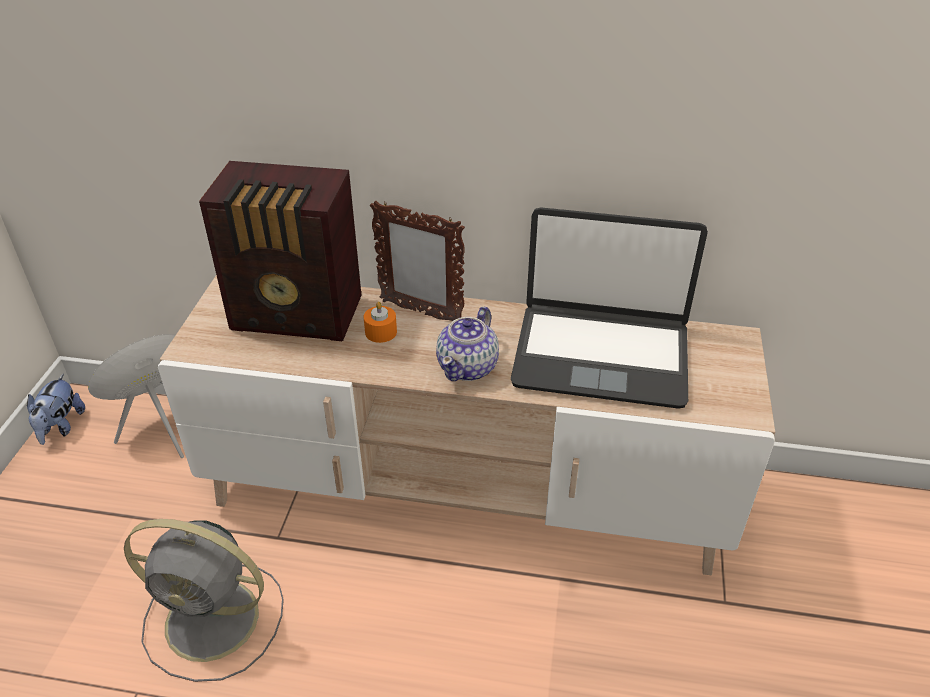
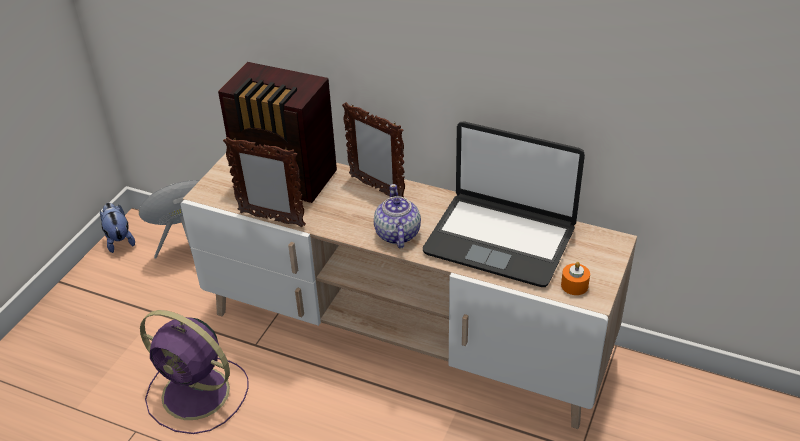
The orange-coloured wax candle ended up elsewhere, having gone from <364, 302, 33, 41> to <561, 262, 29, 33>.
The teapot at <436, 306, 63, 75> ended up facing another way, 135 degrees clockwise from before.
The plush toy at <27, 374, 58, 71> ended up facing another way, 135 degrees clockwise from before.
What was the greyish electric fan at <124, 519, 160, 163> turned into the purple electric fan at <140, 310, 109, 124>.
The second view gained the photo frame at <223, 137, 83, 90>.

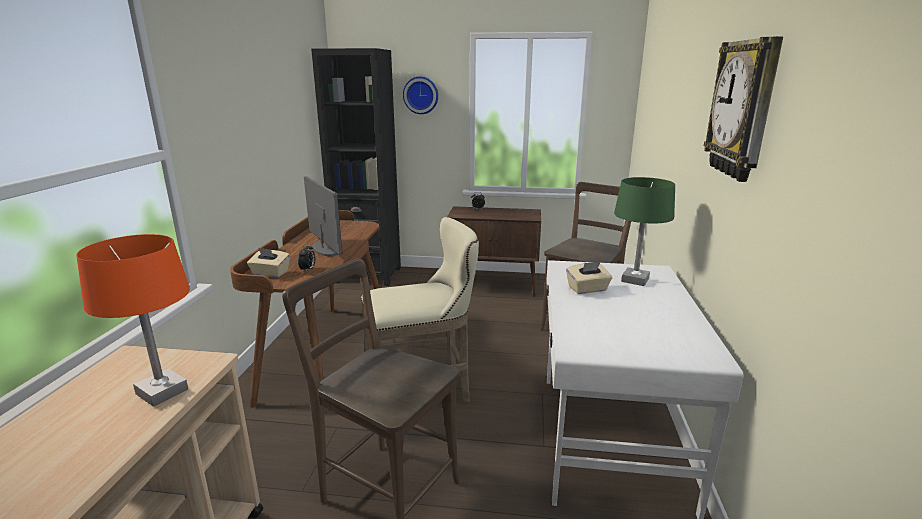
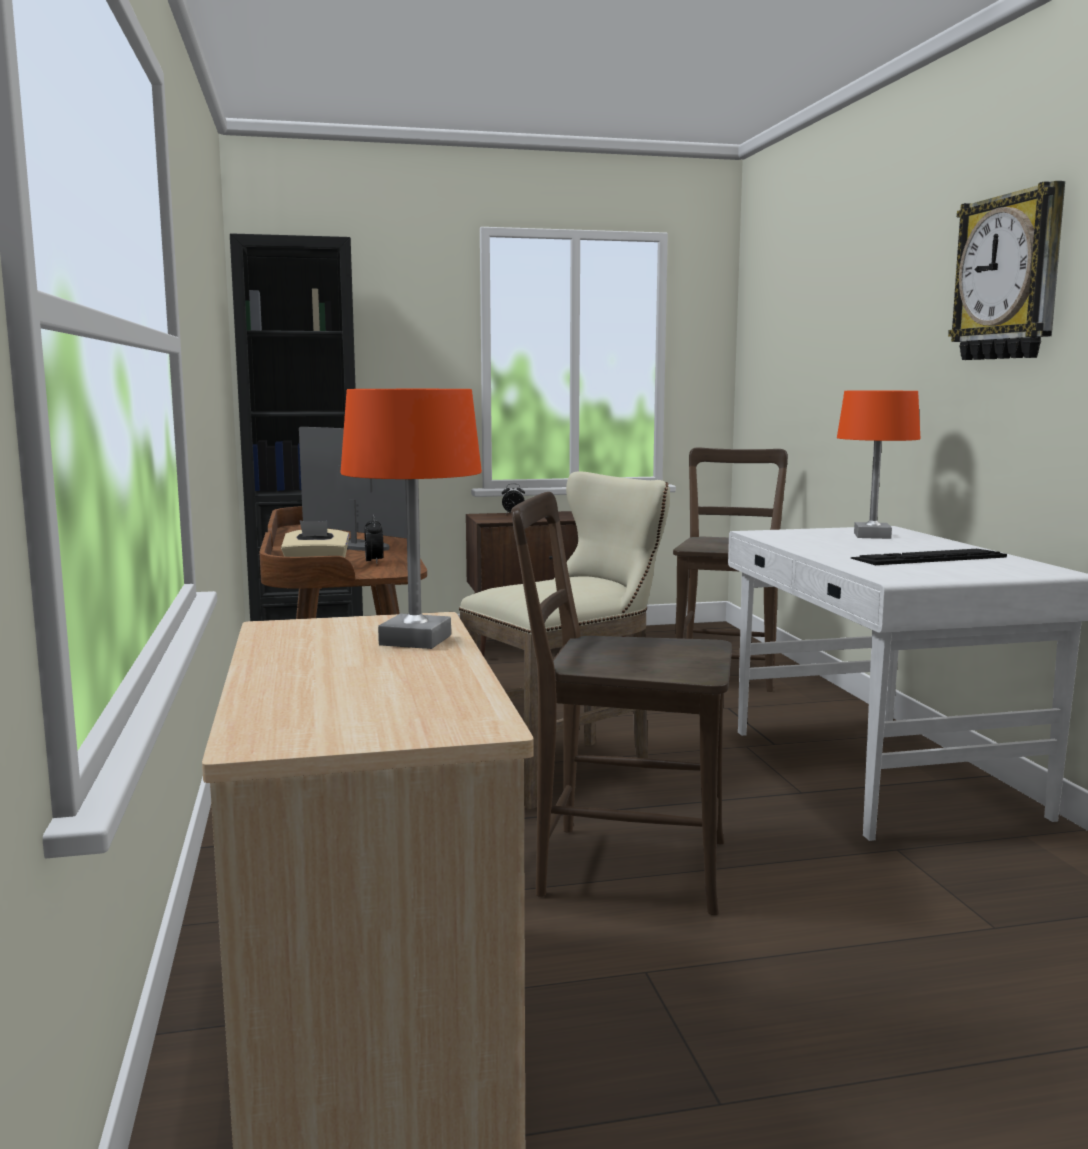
The second view lost the wall clock at <403, 77, 35, 37>.
What was the greenish tabletop lamp at <614, 177, 61, 109> turned into the orange-coloured tabletop lamp at <837, 391, 84, 148>.
The second view lost the beige box of tissues at <566, 262, 46, 32>.
The second view gained the keyboard at <851, 549, 156, 16>.

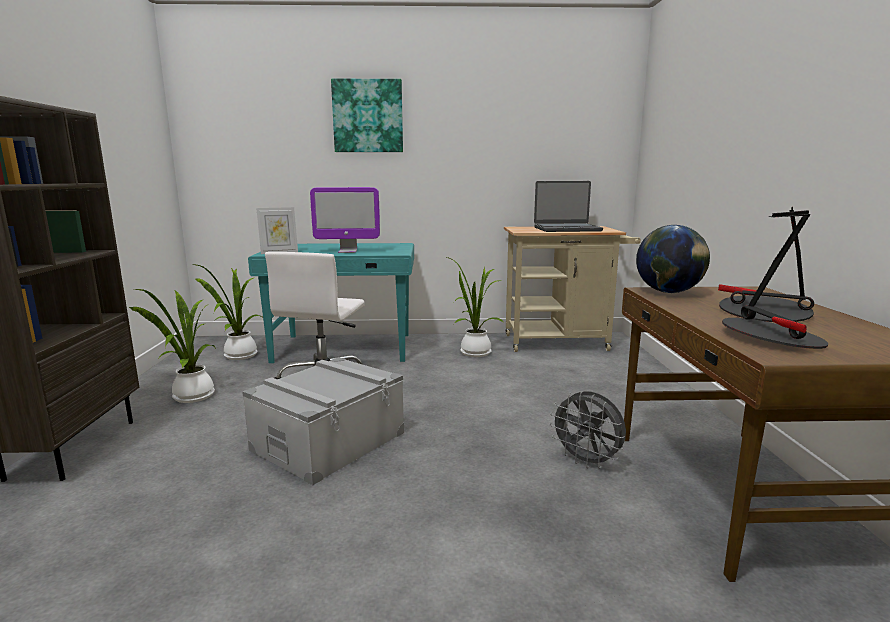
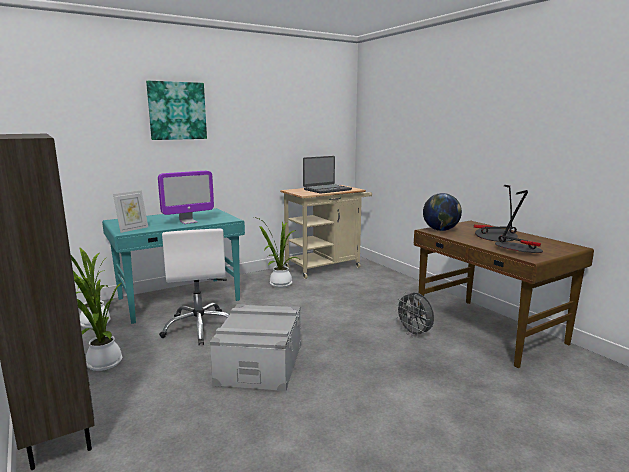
The greyish electric fan at <549, 391, 77, 78> ended up facing another way, 45 degrees clockwise from before.

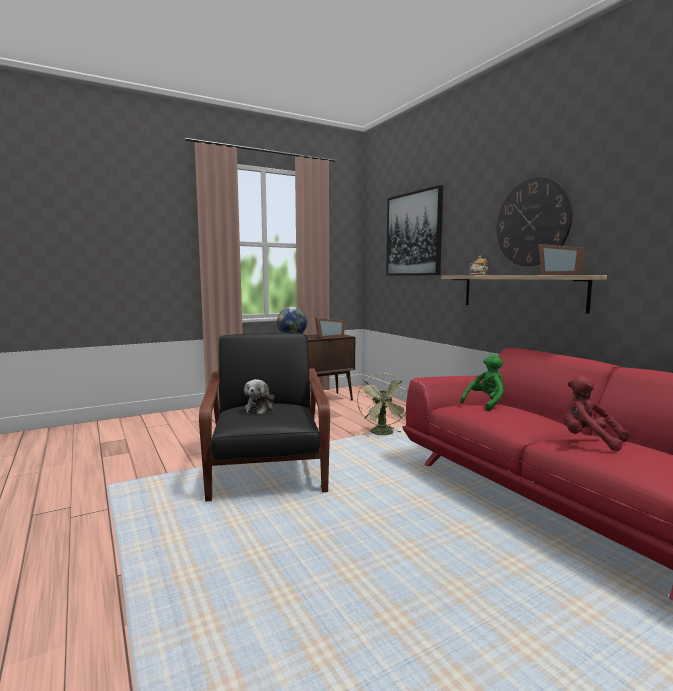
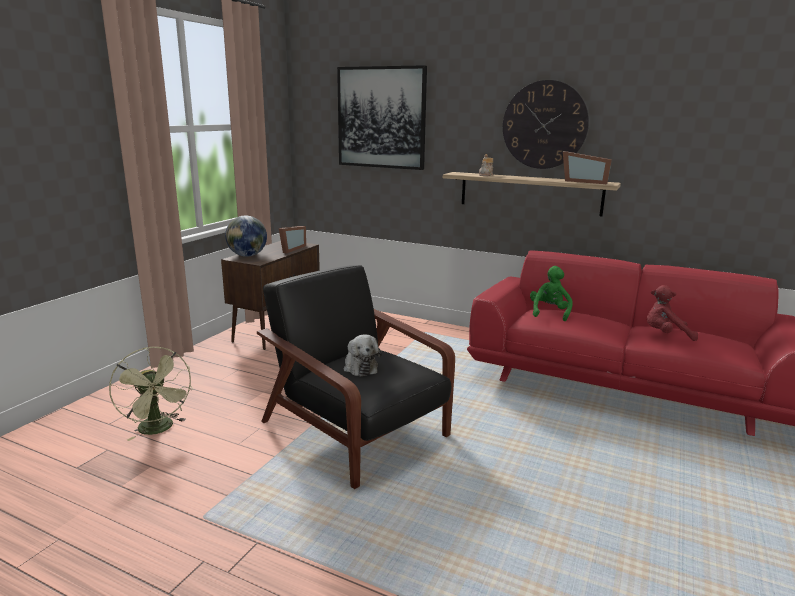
The greenish electric fan ended up elsewhere, having gone from <357, 373, 51, 62> to <109, 347, 84, 94>.

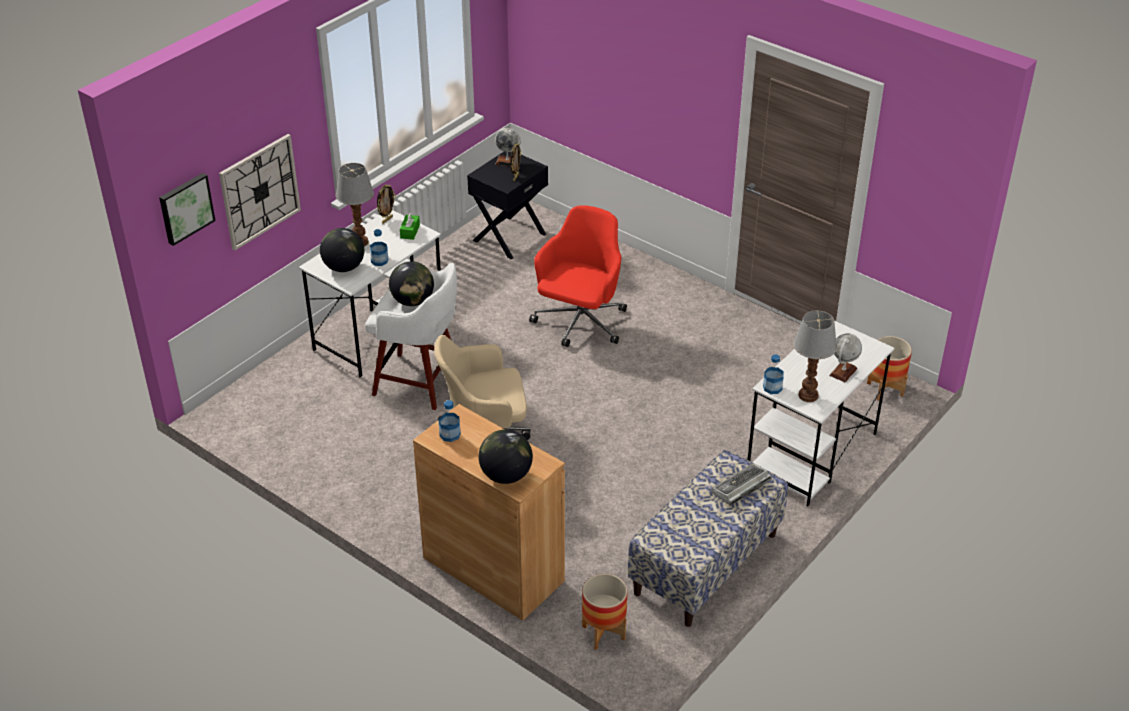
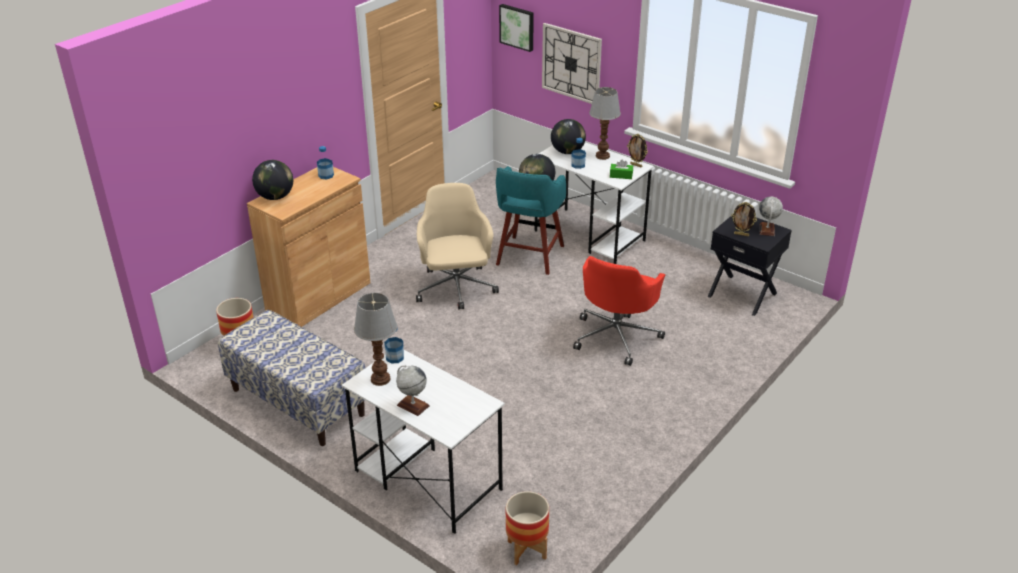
The red-coloured office chair at <529, 205, 98, 142> ended up facing another way, 90 degrees clockwise from before.
What was the whitish stool seat at <365, 263, 92, 147> turned into the turquoise stool seat at <496, 166, 70, 109>.
The second view lost the keyboard at <712, 463, 60, 43>.

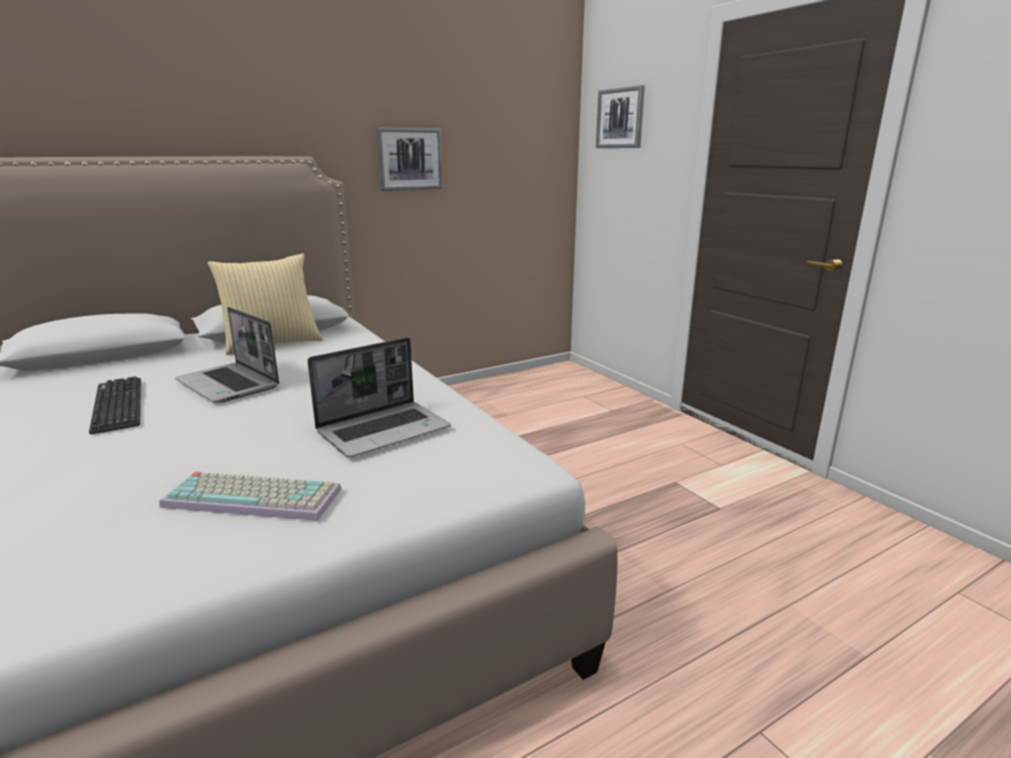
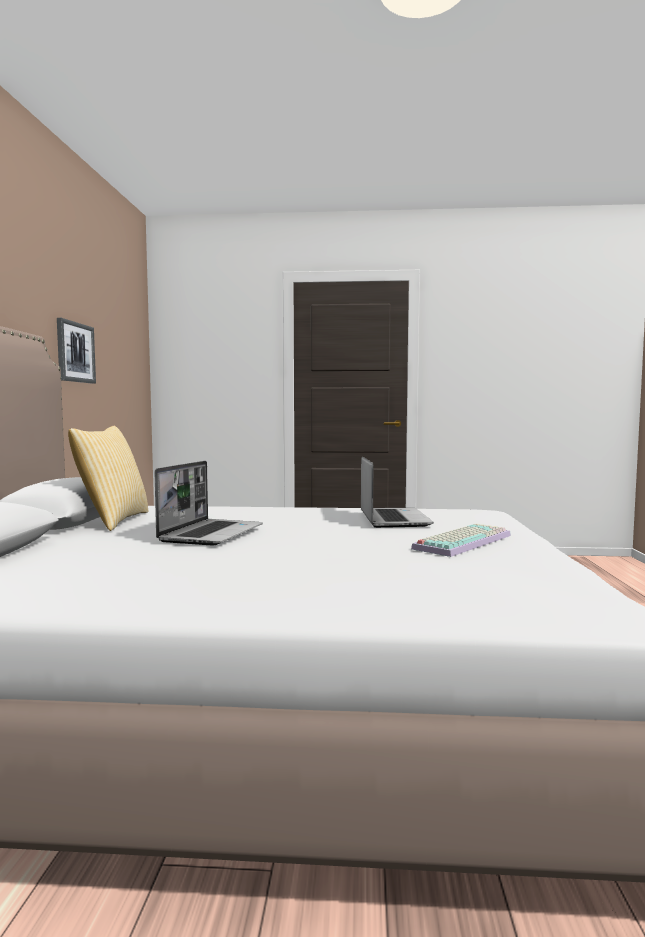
The second view lost the wall art at <596, 85, 49, 63>.
The notebook computer at <175, 307, 104, 96> ended up facing another way, 60 degrees counterclockwise from before.
The second view lost the keyboard at <89, 376, 52, 58>.

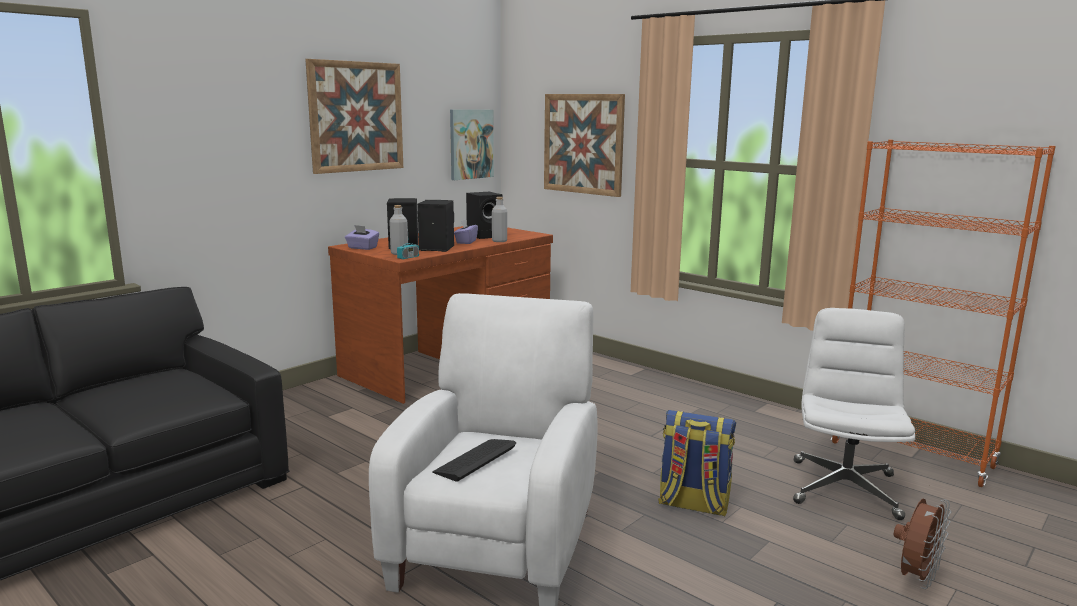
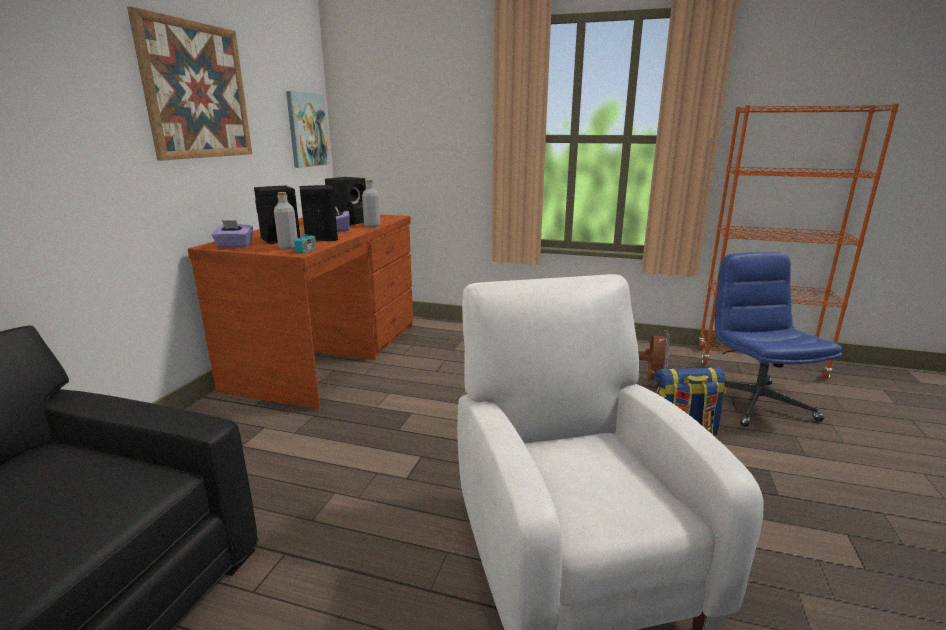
The second view lost the wall art at <544, 94, 81, 103>.
What was the whitish office chair at <793, 308, 122, 212> turned into the bluish office chair at <715, 252, 127, 175>.
The second view lost the keyboard at <432, 439, 84, 43>.
The brown-coloured electric fan ended up elsewhere, having gone from <894, 498, 57, 91> to <639, 330, 31, 52>.

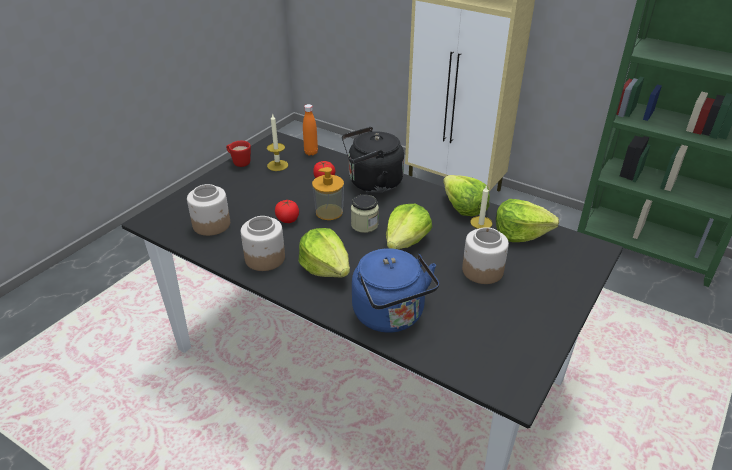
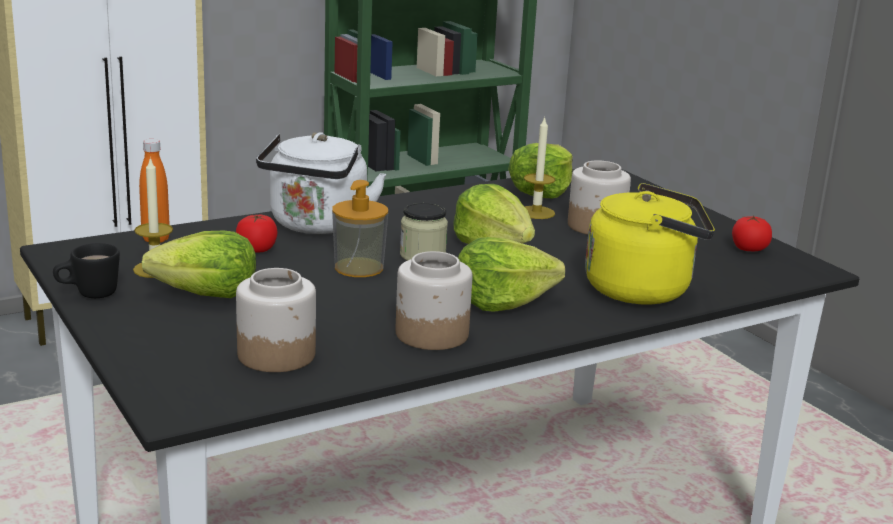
What was the black-coloured tea kettle at <342, 127, 62, 66> turned into the whitish tea kettle at <256, 132, 130, 102>.
What was the red-coloured tea mug at <226, 141, 25, 26> turned into the black-coloured tea mug at <53, 243, 67, 55>.
The head of lettuce ended up elsewhere, having gone from <443, 175, 47, 41> to <142, 231, 114, 67>.
The tomato ended up elsewhere, having gone from <275, 199, 24, 24> to <732, 216, 40, 35>.
What was the bluish tea kettle at <352, 248, 87, 85> turned into the yellow-coloured tea kettle at <585, 183, 130, 121>.

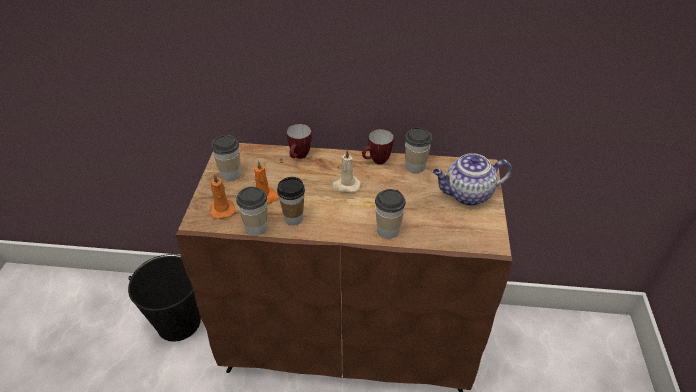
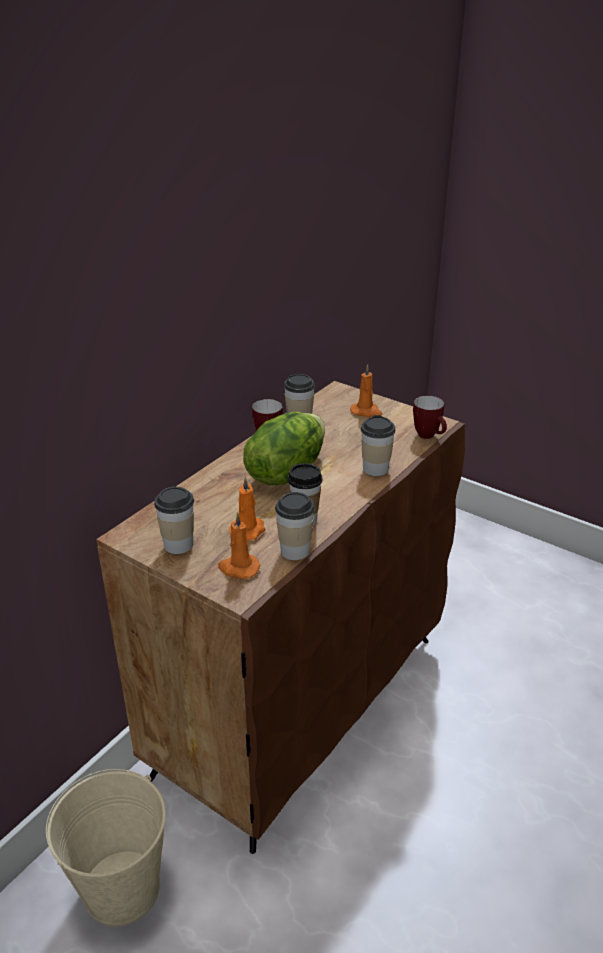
The tea mug ended up elsewhere, having gone from <287, 124, 25, 35> to <413, 396, 34, 43>.
Where the beige wax candle stood at <332, 149, 29, 44>, the head of lettuce came to stand at <243, 412, 82, 73>.
Where the teapot stood at <433, 153, 79, 53>, the orange-coloured wax candle came to stand at <350, 364, 32, 53>.
What was the black-coloured bucket at <128, 254, 73, 87> turned into the beige bucket at <46, 769, 120, 158>.

